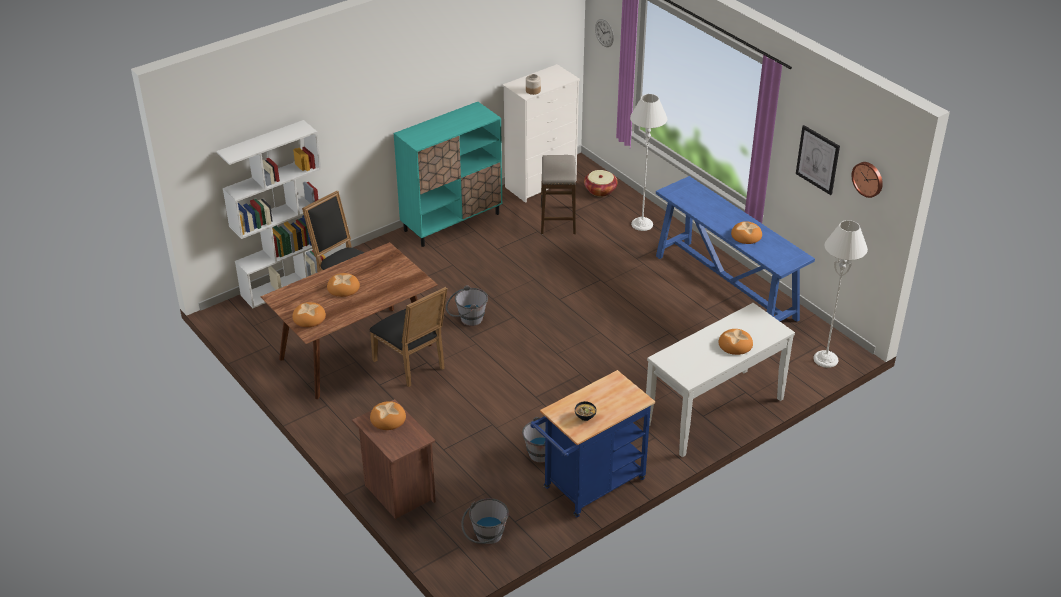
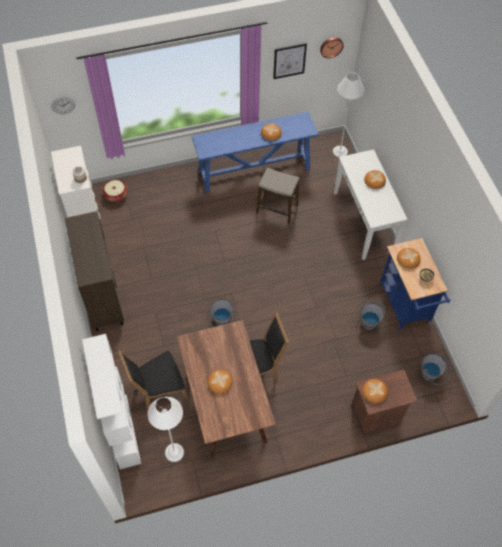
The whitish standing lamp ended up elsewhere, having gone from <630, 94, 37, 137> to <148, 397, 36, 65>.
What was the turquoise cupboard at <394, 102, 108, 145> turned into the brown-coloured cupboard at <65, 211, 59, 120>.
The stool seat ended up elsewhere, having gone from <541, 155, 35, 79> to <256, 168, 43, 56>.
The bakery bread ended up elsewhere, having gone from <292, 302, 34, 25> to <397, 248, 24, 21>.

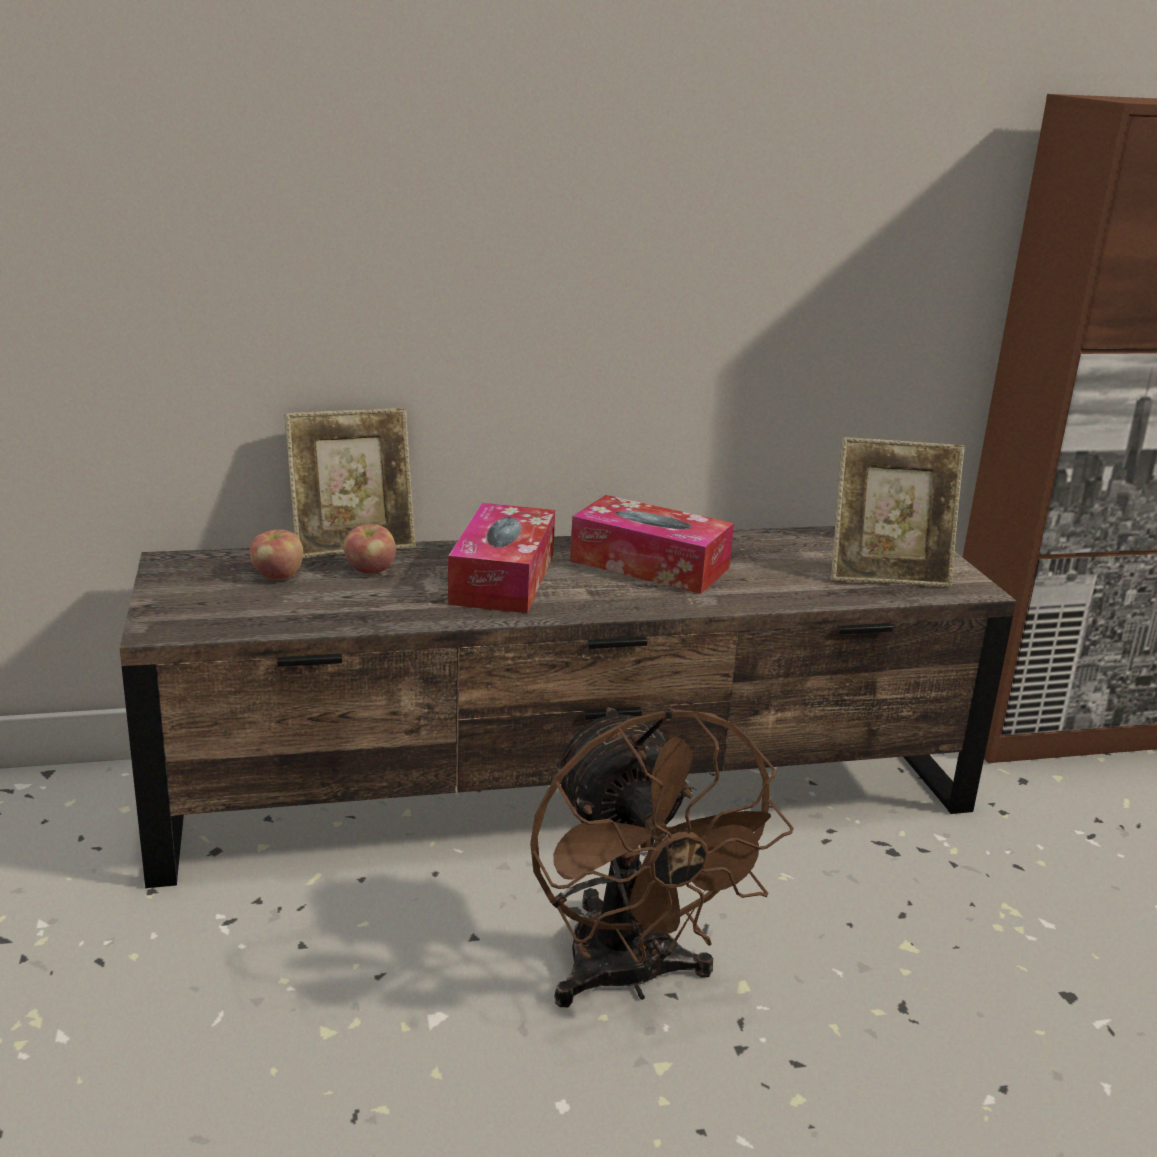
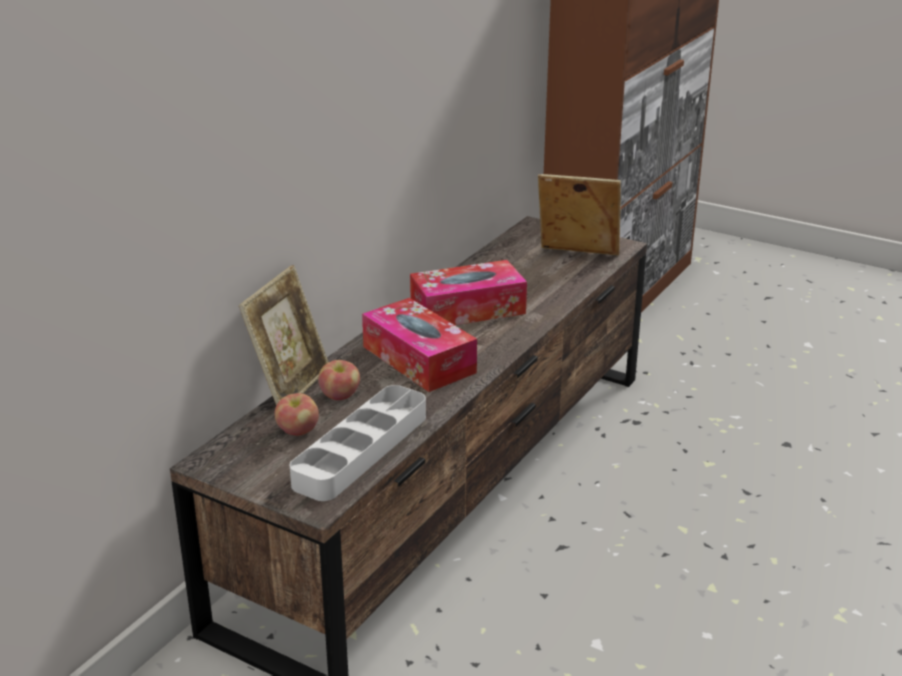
The photo frame at <831, 437, 134, 150> ended up facing another way, 120 degrees counterclockwise from before.
The second view lost the brown-coloured electric fan at <530, 707, 264, 300>.
The second view gained the greyish serving tray at <290, 385, 136, 116>.

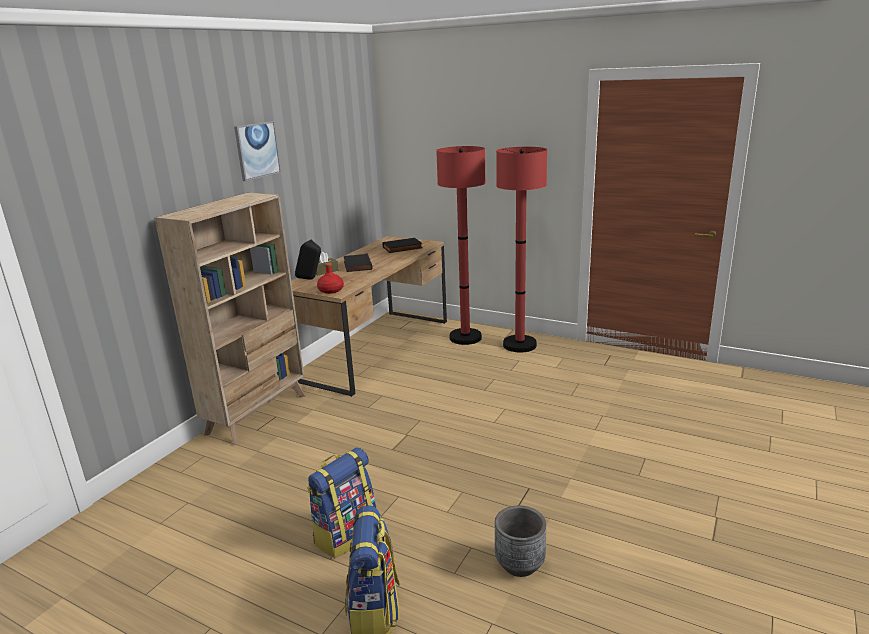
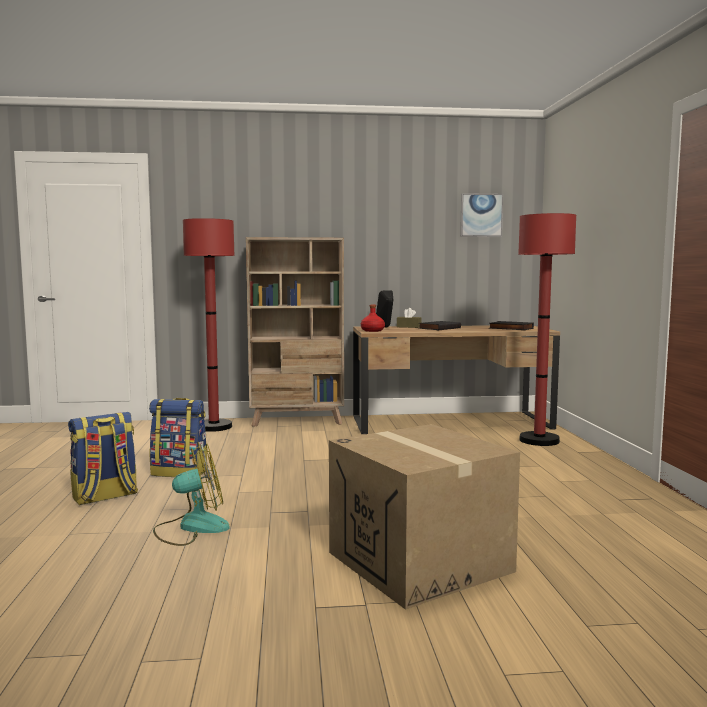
The wall art ended up elsewhere, having gone from <234, 121, 47, 60> to <460, 193, 43, 44>.
The red-coloured standing lamp ended up elsewhere, having gone from <496, 147, 51, 205> to <183, 218, 52, 214>.
Where the greyish flower pot stood at <495, 506, 51, 71>, the electric fan came to stand at <153, 442, 77, 104>.
The second view gained the carton at <329, 424, 191, 186>.

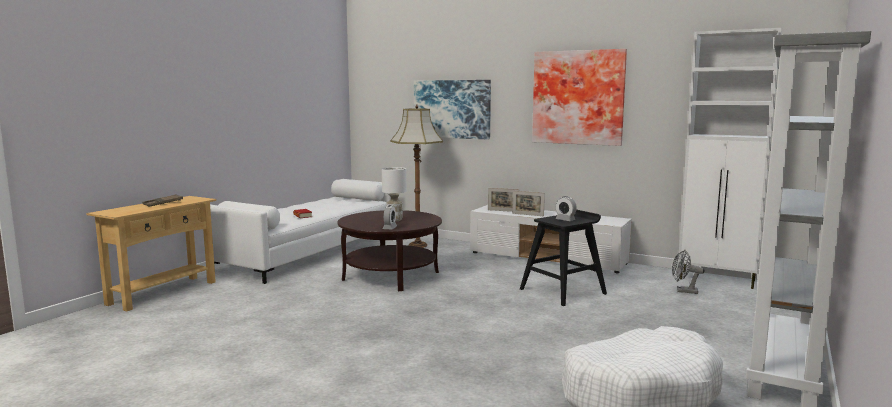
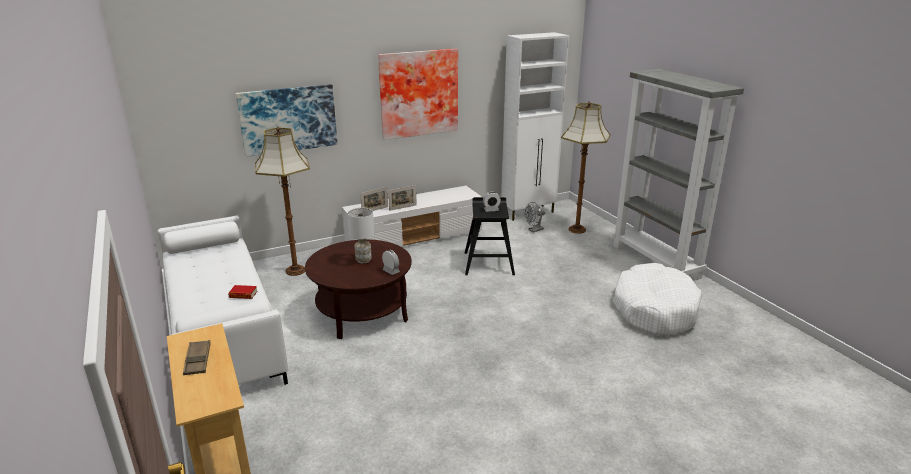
The second view gained the standing lamp at <561, 101, 49, 133>.

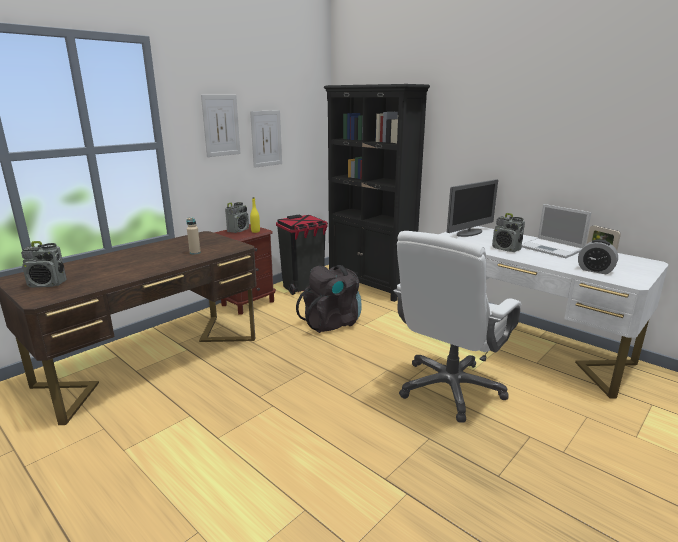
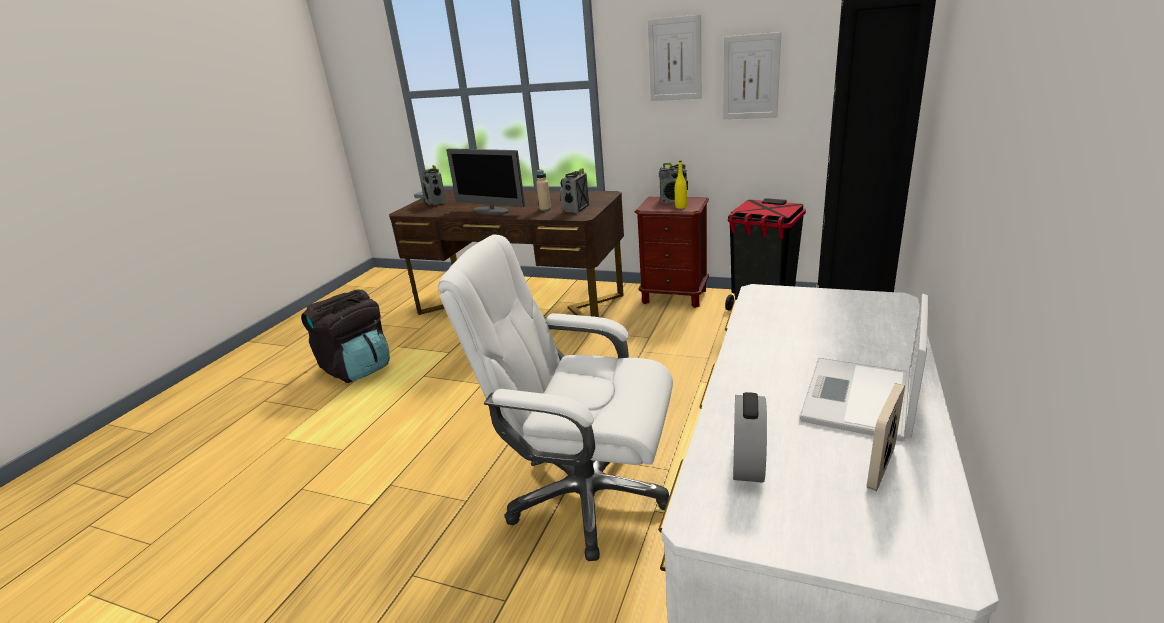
The monitor ended up elsewhere, having gone from <447, 179, 51, 58> to <447, 148, 78, 67>.
The radio ended up elsewhere, having gone from <492, 213, 33, 39> to <560, 168, 29, 45>.
The black-coloured rucksack ended up elsewhere, having gone from <296, 265, 65, 68> to <301, 290, 89, 93>.

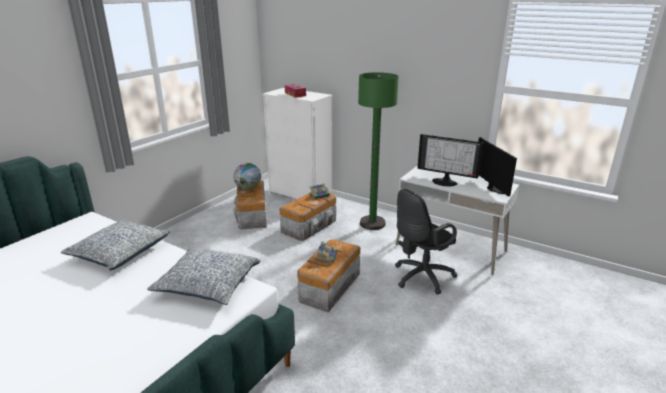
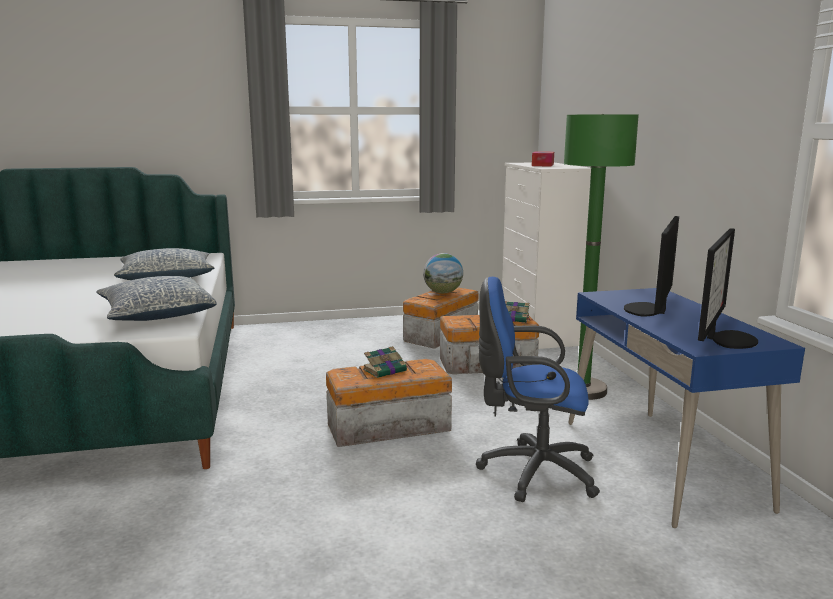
The monitor at <417, 134, 66, 52> ended up facing another way, 45 degrees clockwise from before.
What was the whitish desk unit at <395, 165, 124, 110> turned into the bluish desk unit at <568, 288, 237, 240>.
What was the black-coloured office chair at <395, 189, 63, 105> turned into the bluish office chair at <476, 277, 124, 225>.

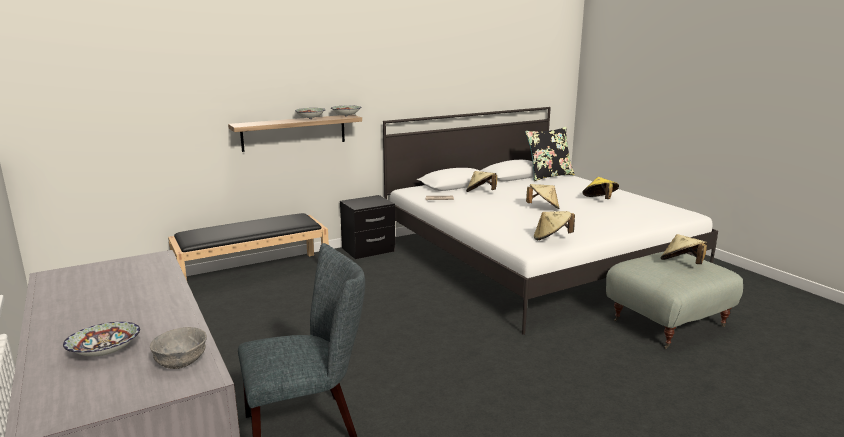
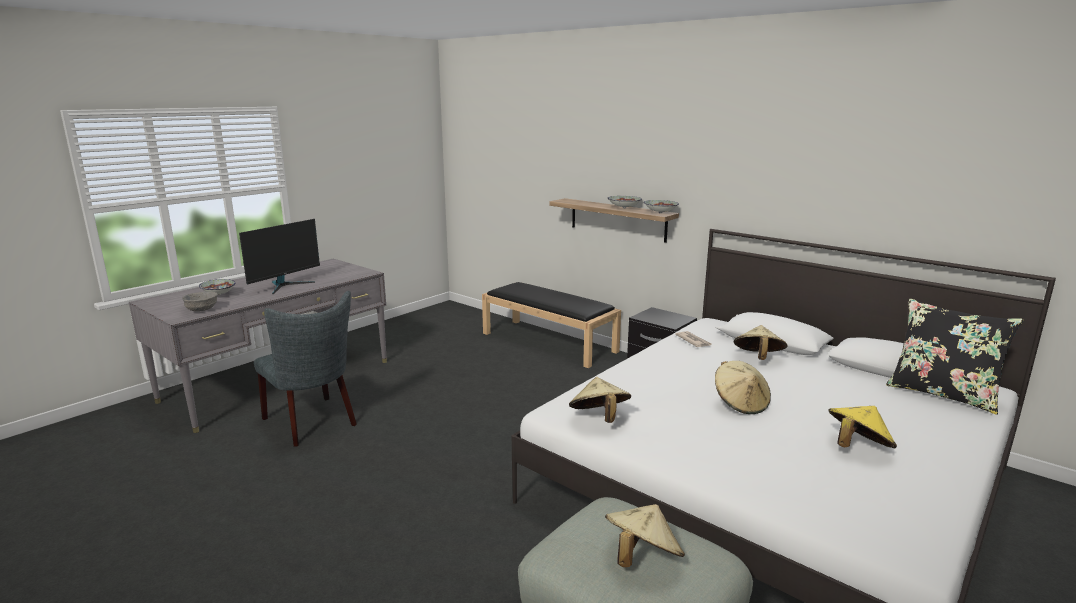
The second view gained the monitor at <239, 219, 81, 75>.

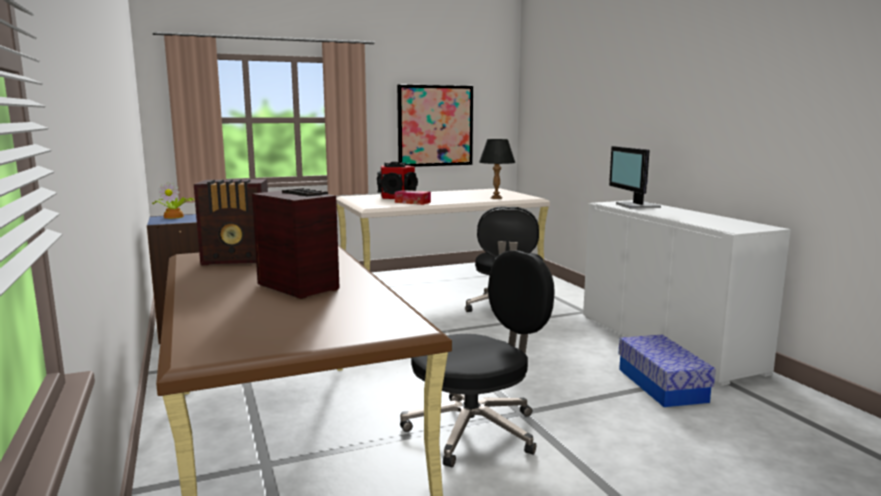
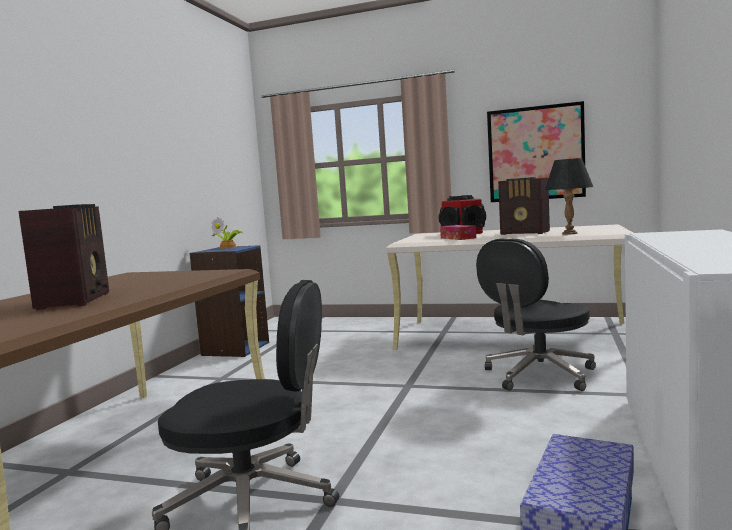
The second view lost the monitor at <609, 146, 52, 63>.
The radio ended up elsewhere, having gone from <194, 179, 74, 86> to <498, 177, 52, 58>.

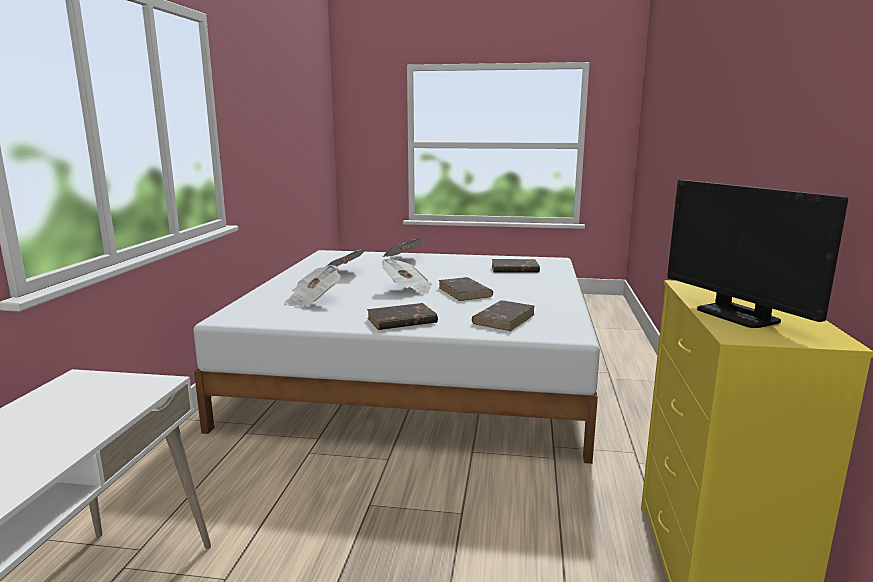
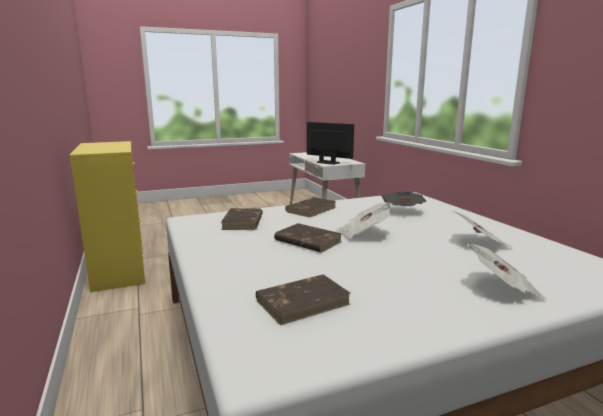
The monitor ended up elsewhere, having gone from <667, 180, 181, 148> to <307, 122, 47, 43>.

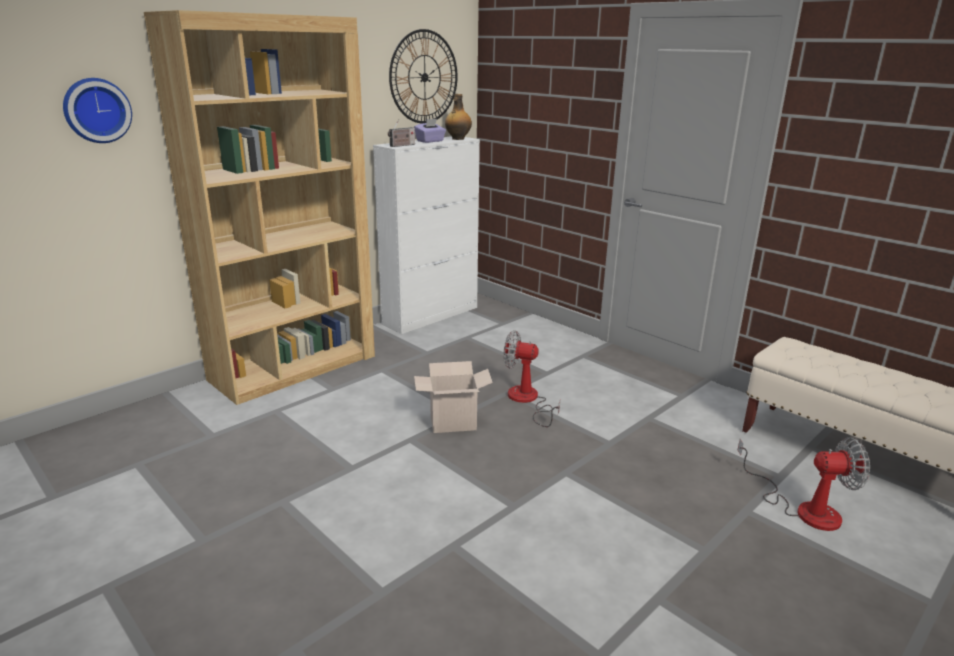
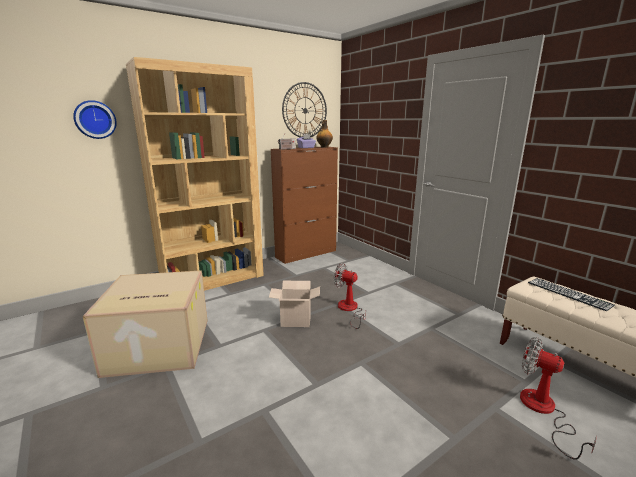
What was the whitish cupboard at <373, 136, 107, 198> turned into the brown-coloured cupboard at <271, 147, 67, 117>.
The electric fan at <737, 437, 133, 94> ended up facing another way, 150 degrees counterclockwise from before.
The second view gained the carton at <83, 270, 125, 108>.
The second view gained the keyboard at <528, 278, 87, 33>.

